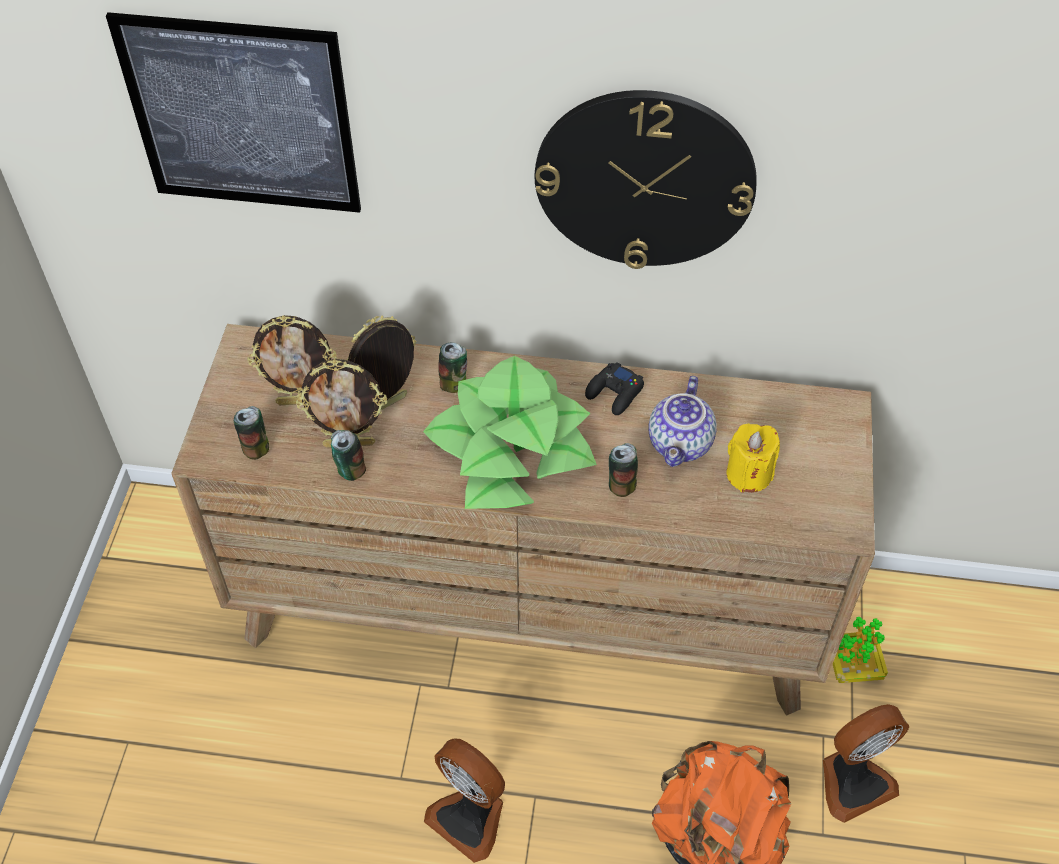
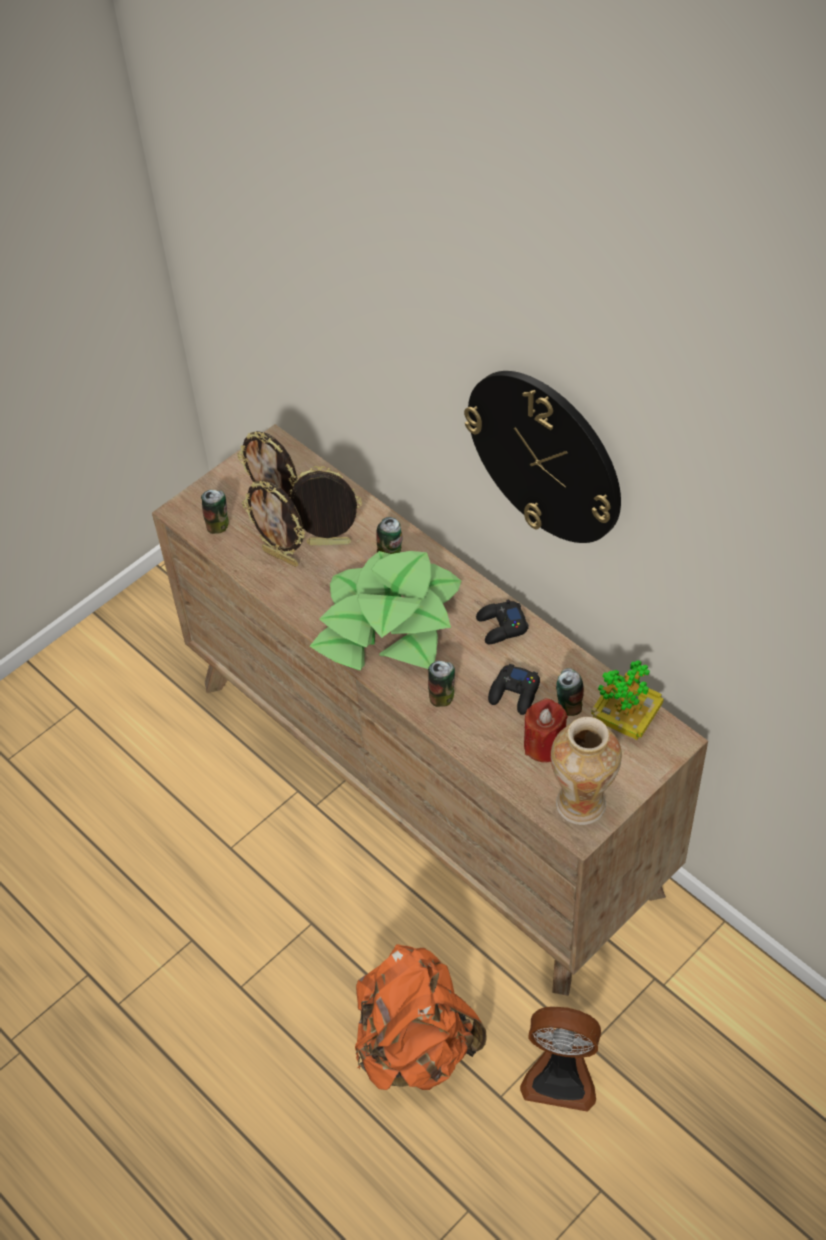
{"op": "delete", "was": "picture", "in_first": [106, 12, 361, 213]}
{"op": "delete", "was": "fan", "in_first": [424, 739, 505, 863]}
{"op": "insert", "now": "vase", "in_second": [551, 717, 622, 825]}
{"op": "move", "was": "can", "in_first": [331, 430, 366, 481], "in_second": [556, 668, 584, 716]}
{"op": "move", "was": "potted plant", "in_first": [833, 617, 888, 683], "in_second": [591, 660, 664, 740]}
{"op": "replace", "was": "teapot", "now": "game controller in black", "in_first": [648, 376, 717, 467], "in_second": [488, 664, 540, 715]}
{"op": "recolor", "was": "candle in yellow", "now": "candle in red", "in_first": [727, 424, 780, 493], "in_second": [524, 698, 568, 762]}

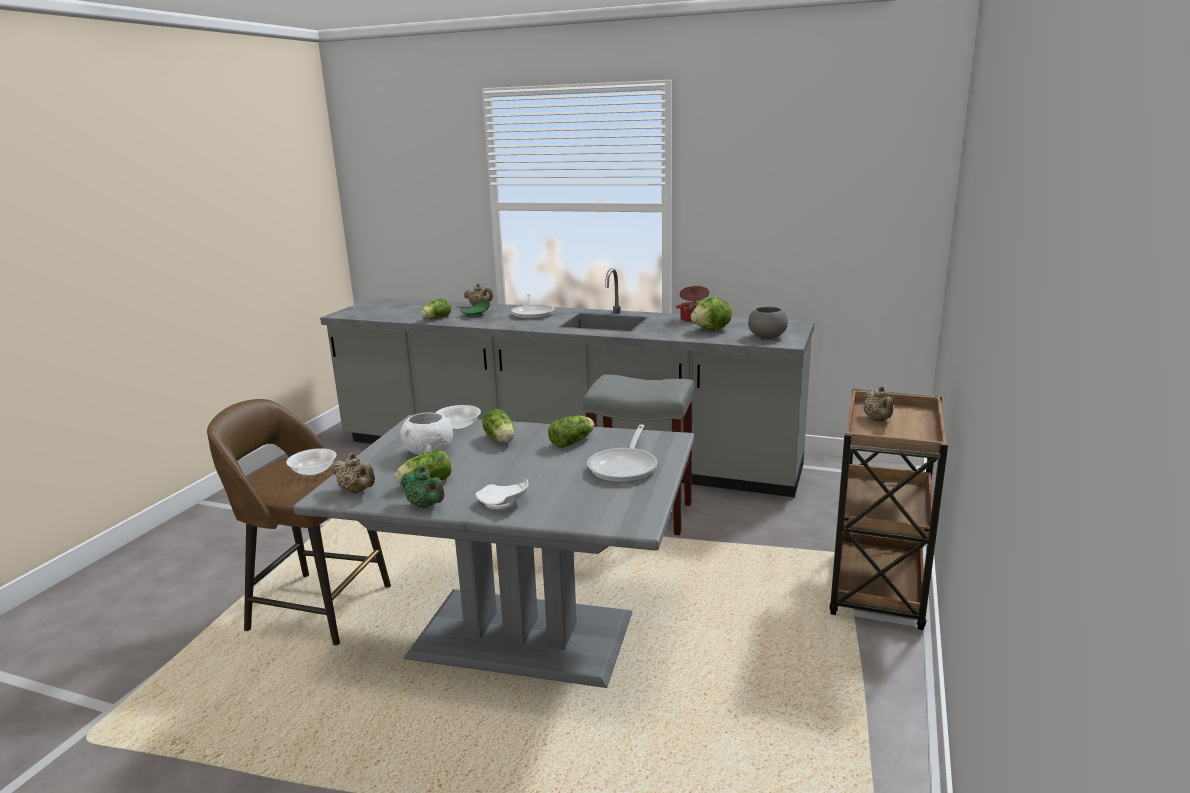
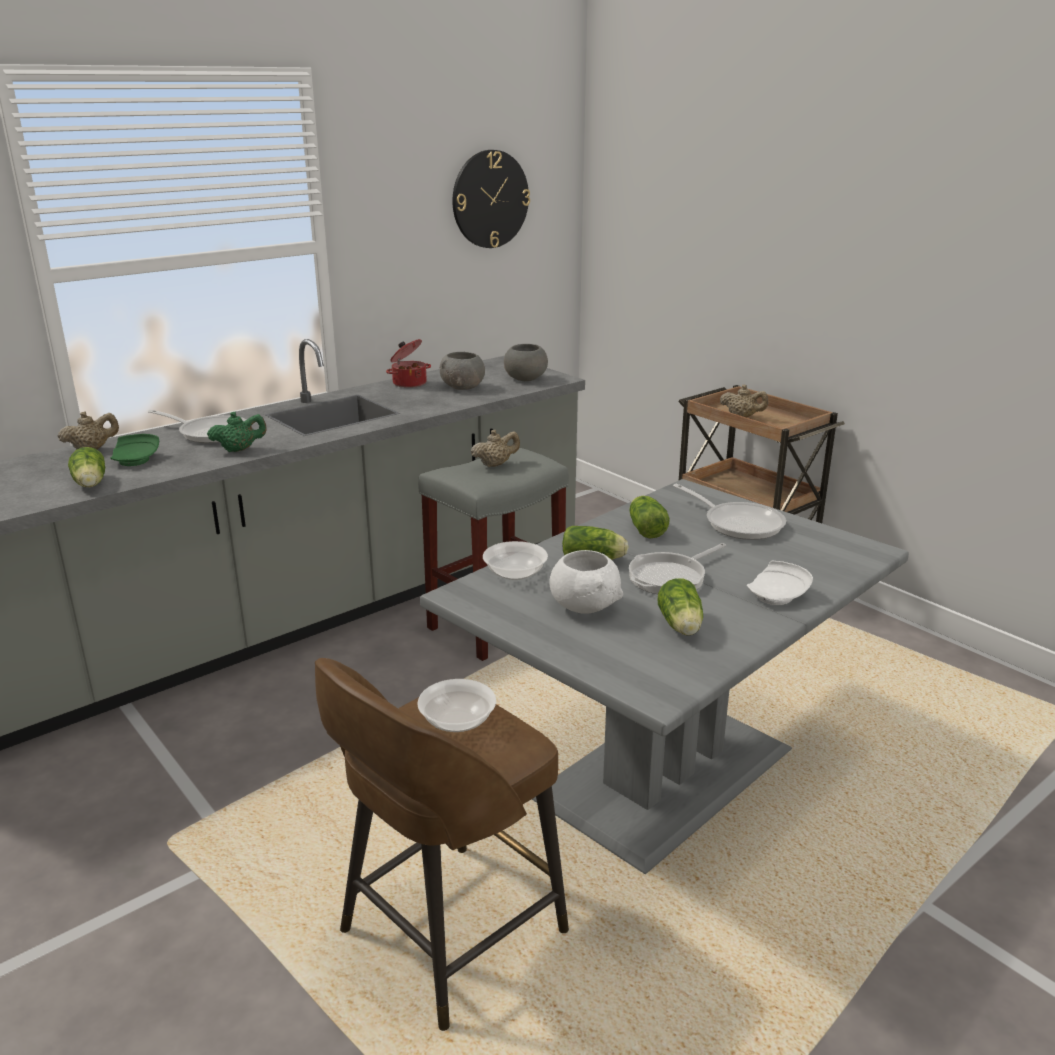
{"op": "insert", "now": "wall clock", "in_second": [452, 150, 530, 248]}
{"op": "insert", "now": "frying pan", "in_second": [629, 543, 726, 594]}
{"op": "move", "was": "teapot in beige", "in_first": [332, 453, 375, 493], "in_second": [471, 430, 520, 467]}
{"op": "move", "was": "teapot in green", "in_first": [401, 466, 445, 508], "in_second": [207, 412, 267, 452]}
{"op": "replace", "was": "lettuce", "now": "bowl in grey", "in_first": [691, 297, 732, 330], "in_second": [440, 352, 485, 390]}

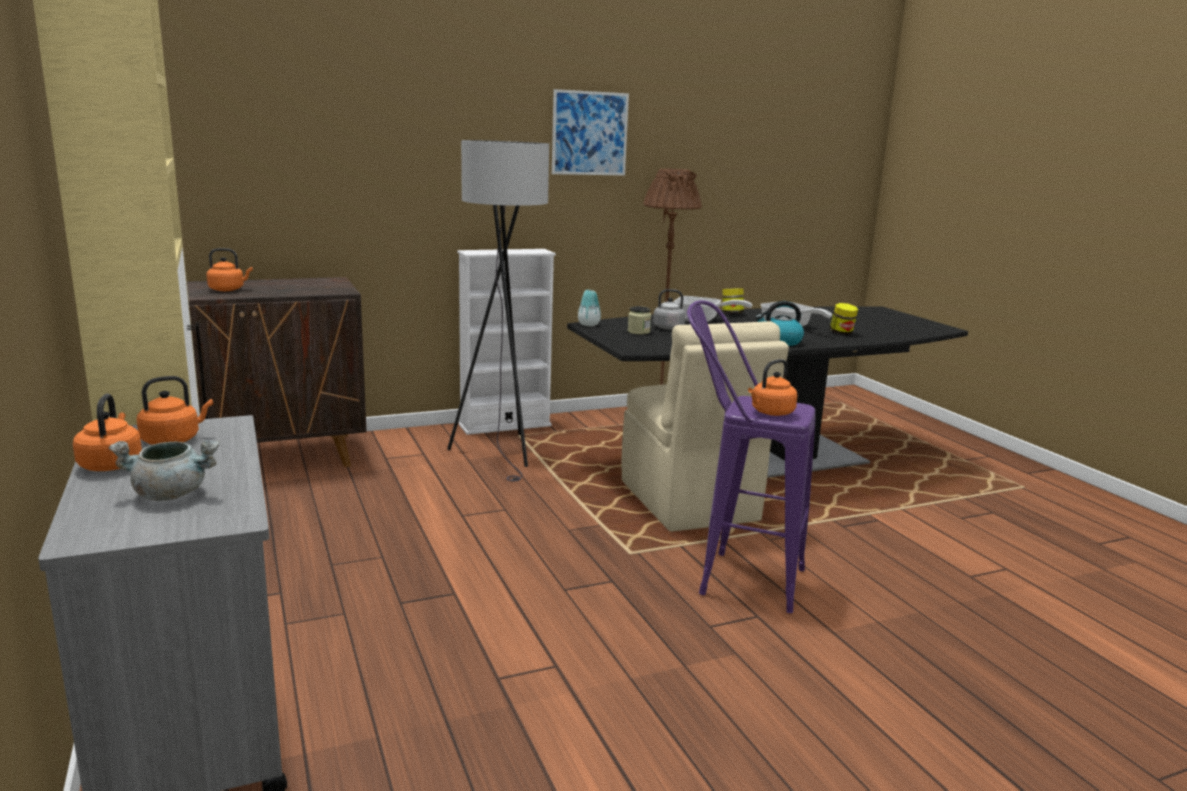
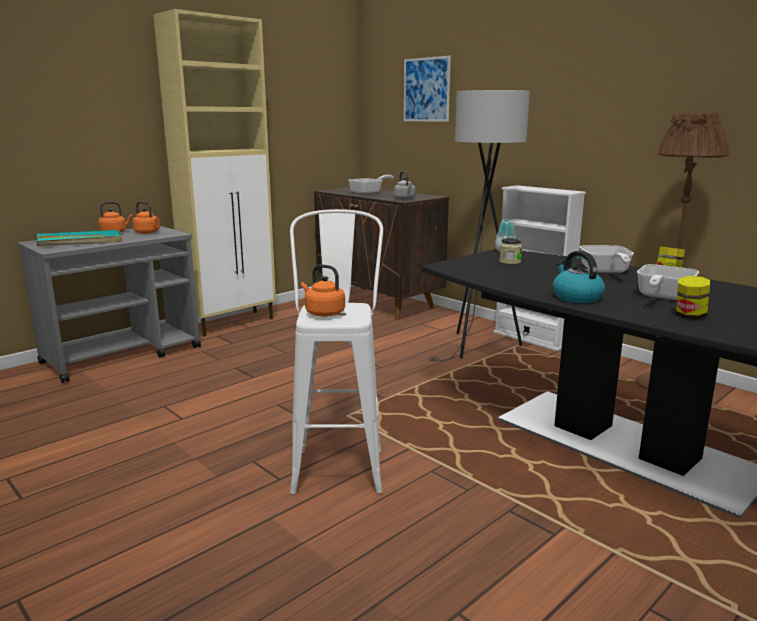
{"op": "delete", "was": "chair in beige", "in_first": [622, 321, 789, 532]}
{"op": "move", "was": "picture", "in_first": [552, 89, 629, 176], "in_second": [404, 56, 451, 122]}
{"op": "move", "was": "kettle in grey", "in_first": [653, 289, 689, 330], "in_second": [394, 171, 416, 200]}
{"op": "replace", "was": "cooking pot in grey", "now": "tray in turquoise", "in_first": [109, 440, 220, 501], "in_second": [36, 230, 122, 247]}
{"op": "replace", "was": "kettle in orange", "now": "frying pan", "in_first": [206, 248, 253, 291], "in_second": [348, 175, 394, 194]}
{"op": "recolor", "was": "stool in purple", "now": "stool in white", "in_first": [687, 300, 815, 613], "in_second": [290, 209, 383, 494]}

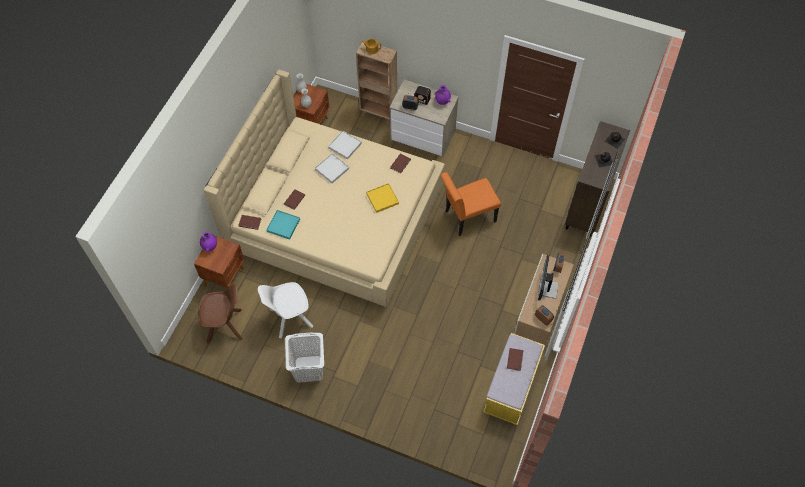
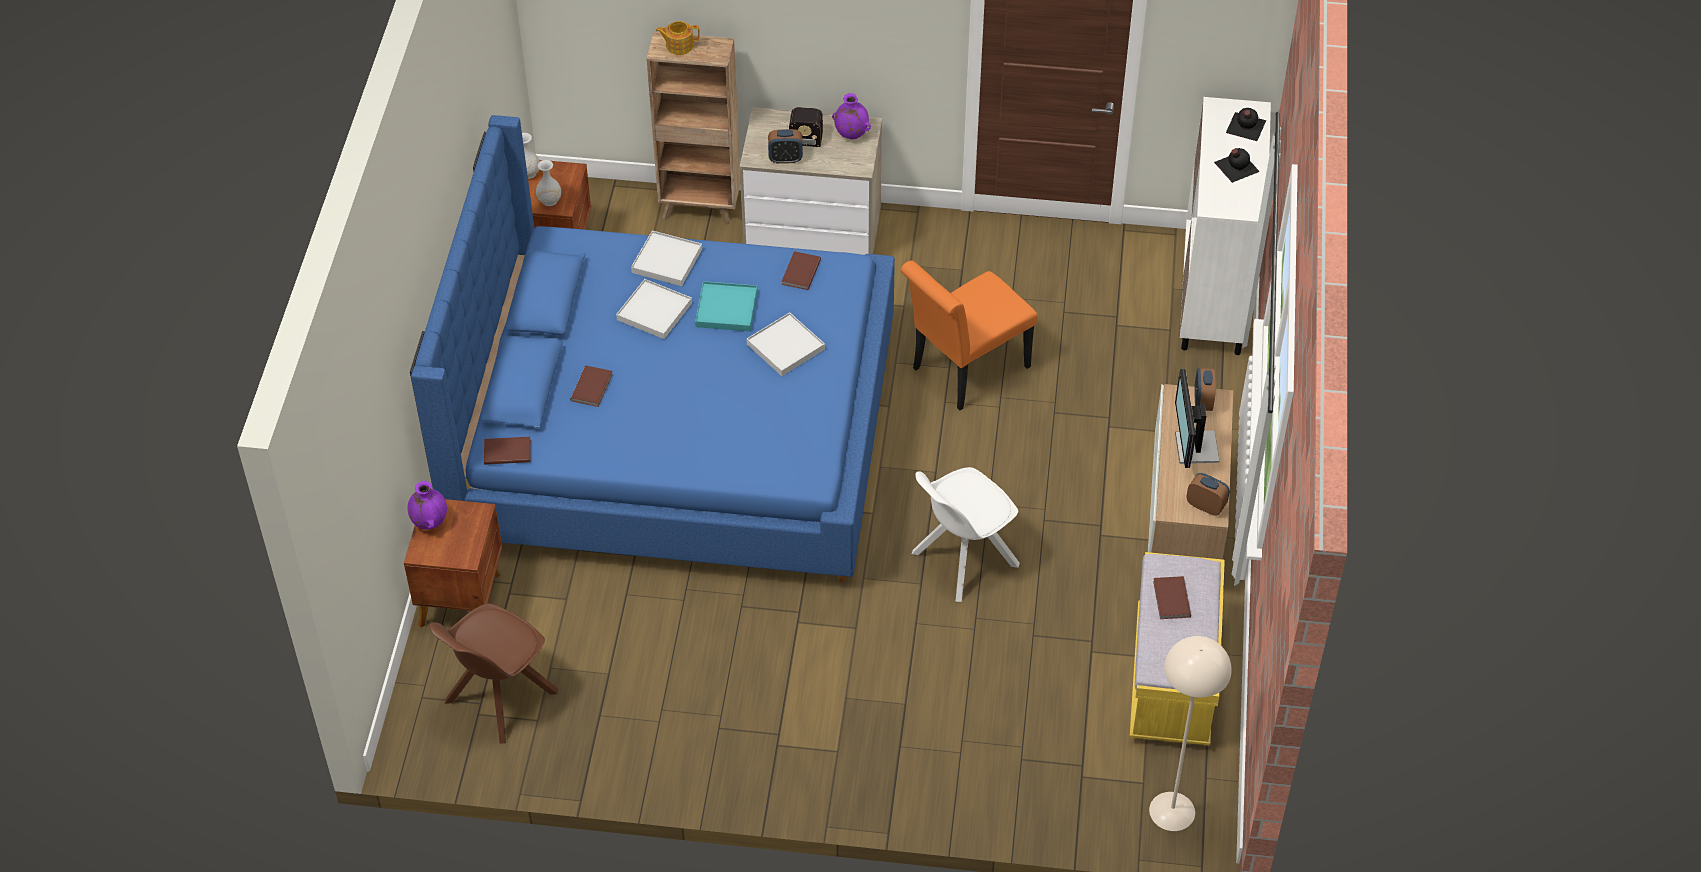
{"op": "delete", "was": "laundry basket in white", "in_first": [285, 333, 324, 383]}
{"op": "insert", "now": "floor lamp in beige", "in_second": [1149, 636, 1232, 831]}
{"op": "move", "was": "chair in white", "in_first": [258, 282, 313, 338], "in_second": [912, 467, 1020, 602]}
{"op": "move", "was": "tray in turquoise", "in_first": [266, 210, 300, 240], "in_second": [695, 281, 757, 331]}
{"op": "recolor", "was": "bed in beige", "now": "bed in blue", "in_first": [204, 69, 445, 307], "in_second": [410, 115, 895, 582]}
{"op": "recolor", "was": "tray in yellow", "now": "tray in white", "in_first": [366, 183, 399, 213], "in_second": [747, 312, 825, 376]}
{"op": "recolor", "was": "cabinet in brown", "now": "cabinet in white", "in_first": [565, 121, 630, 237], "in_second": [1180, 97, 1271, 355]}
{"op": "rotate", "was": "chair in brown", "in_first": [198, 284, 242, 344], "in_second": [430, 603, 558, 744], "clockwise": 150}

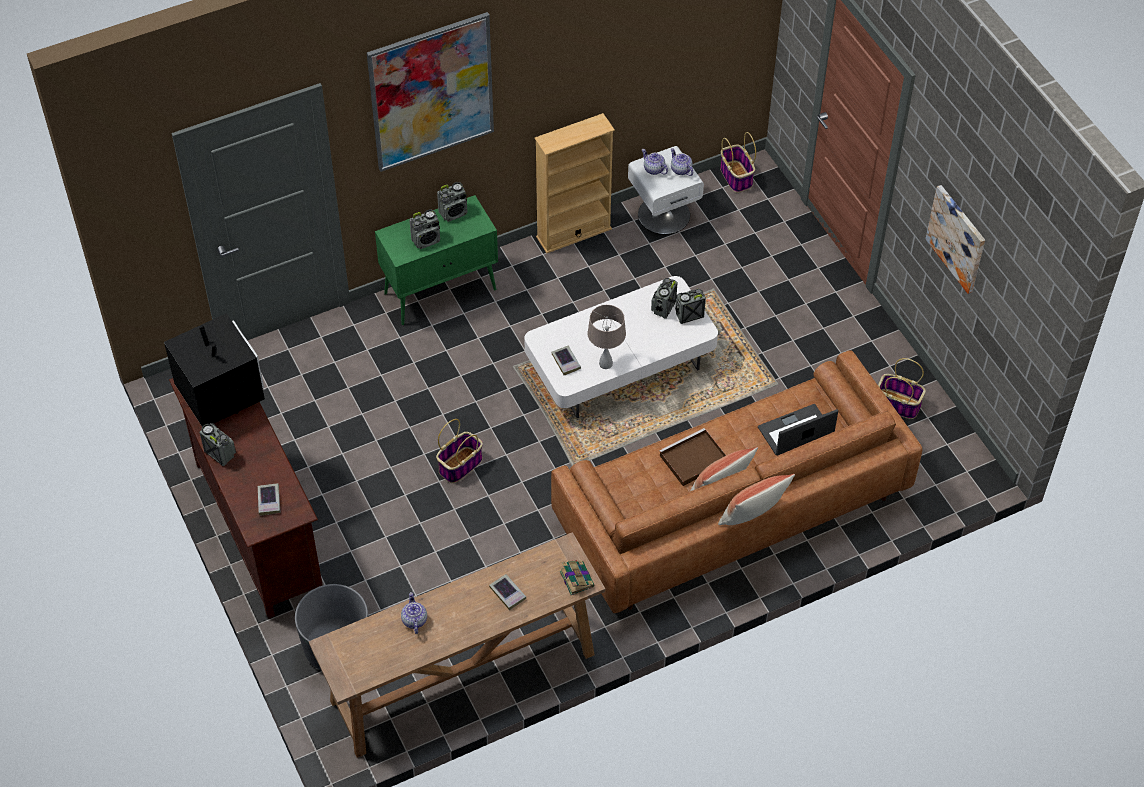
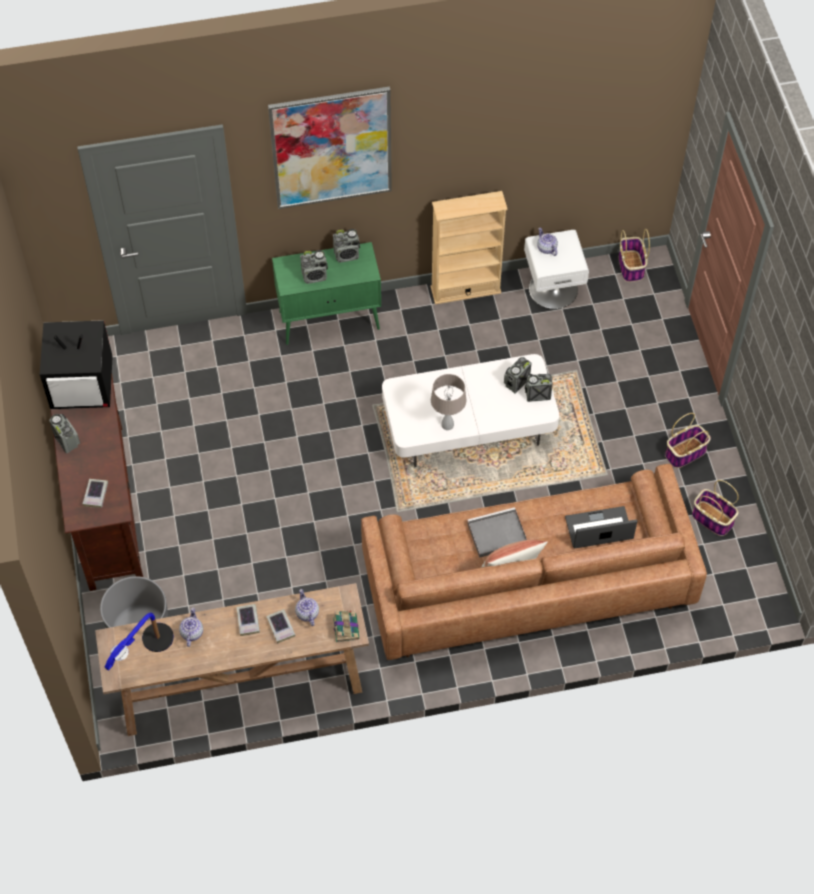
{"op": "delete", "was": "pillow", "in_first": [718, 474, 795, 525]}
{"op": "delete", "was": "picture", "in_first": [925, 185, 985, 294]}
{"op": "insert", "now": "table lamp", "in_second": [105, 613, 174, 670]}
{"op": "move", "was": "basket", "in_first": [436, 419, 483, 483], "in_second": [665, 413, 711, 468]}
{"op": "move", "was": "book", "in_first": [551, 346, 581, 375], "in_second": [236, 604, 260, 636]}
{"op": "move", "was": "teapot", "in_first": [671, 148, 693, 176], "in_second": [295, 589, 319, 626]}
{"op": "recolor", "was": "tray in brown", "now": "tray in grey", "in_first": [659, 428, 726, 486], "in_second": [467, 507, 527, 558]}
{"op": "rotate", "was": "television", "in_first": [164, 313, 265, 427], "in_second": [40, 320, 113, 409], "clockwise": 105}

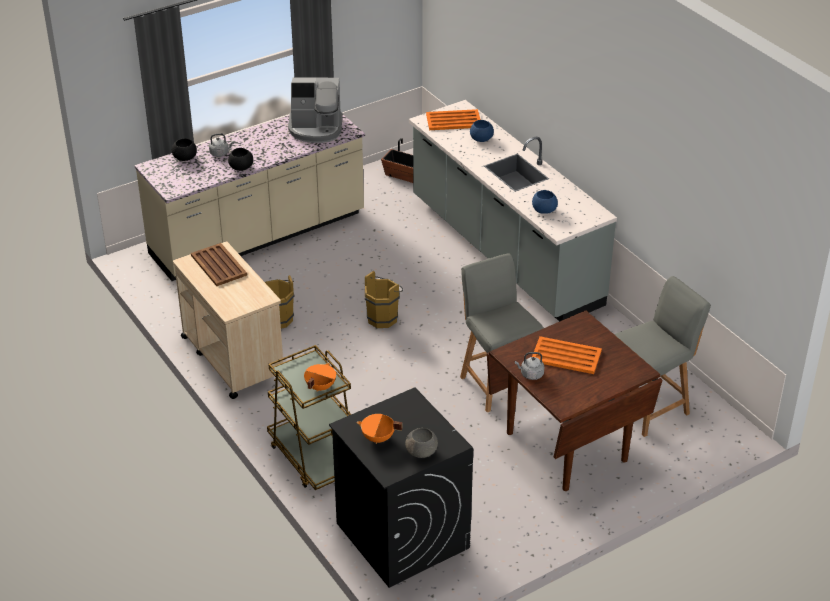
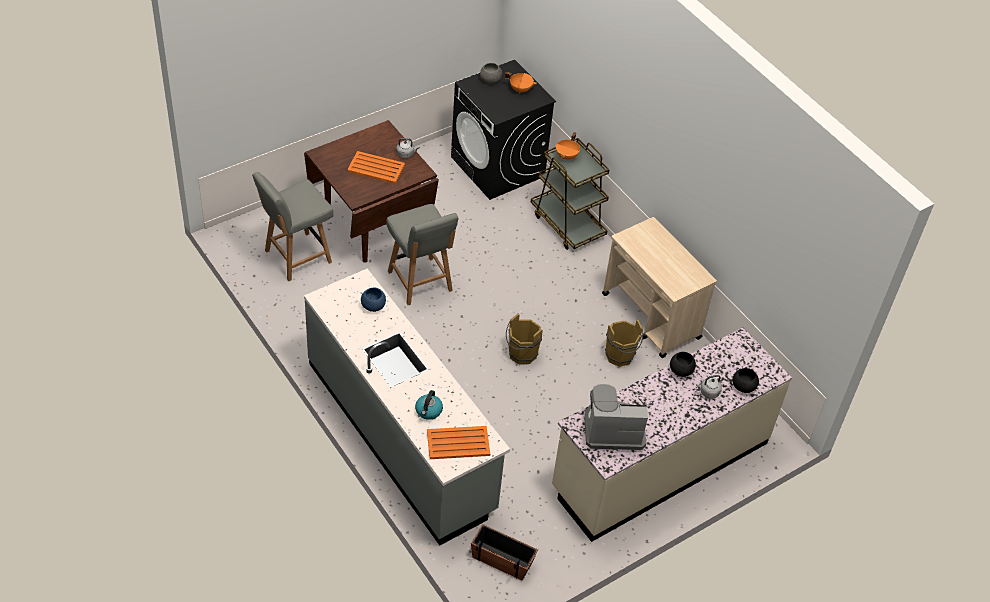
{"op": "delete", "was": "tray in brown", "in_first": [191, 243, 247, 286]}
{"op": "replace", "was": "bowl in blue", "now": "kettle", "in_first": [470, 120, 494, 142], "in_second": [415, 390, 443, 420]}

